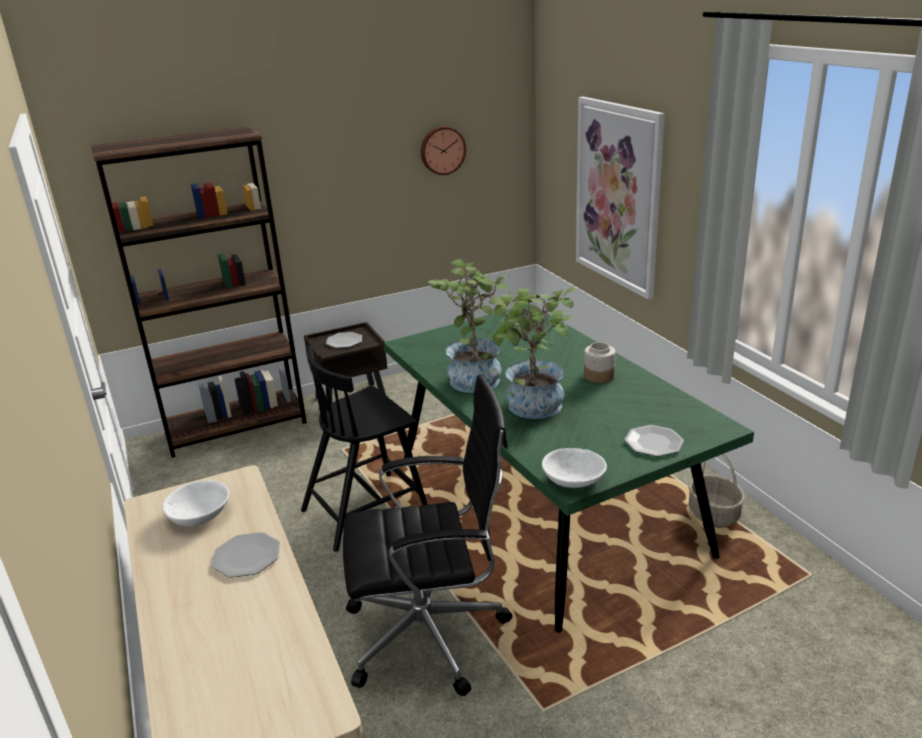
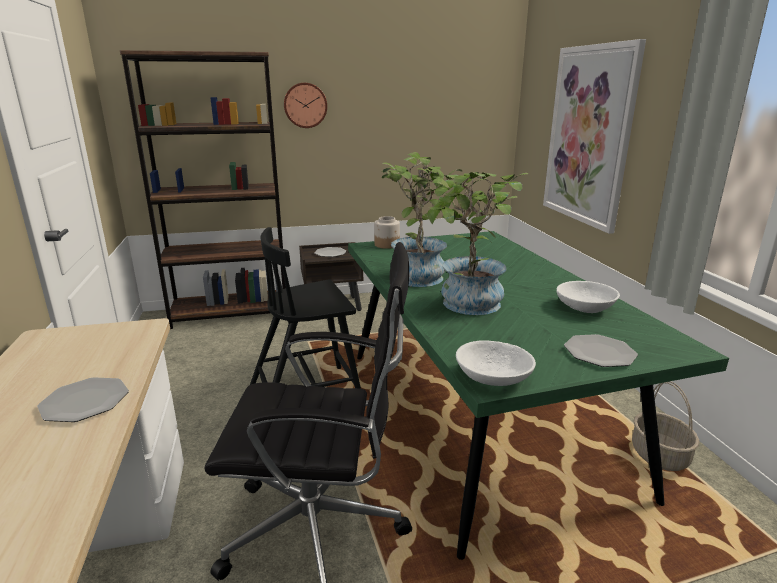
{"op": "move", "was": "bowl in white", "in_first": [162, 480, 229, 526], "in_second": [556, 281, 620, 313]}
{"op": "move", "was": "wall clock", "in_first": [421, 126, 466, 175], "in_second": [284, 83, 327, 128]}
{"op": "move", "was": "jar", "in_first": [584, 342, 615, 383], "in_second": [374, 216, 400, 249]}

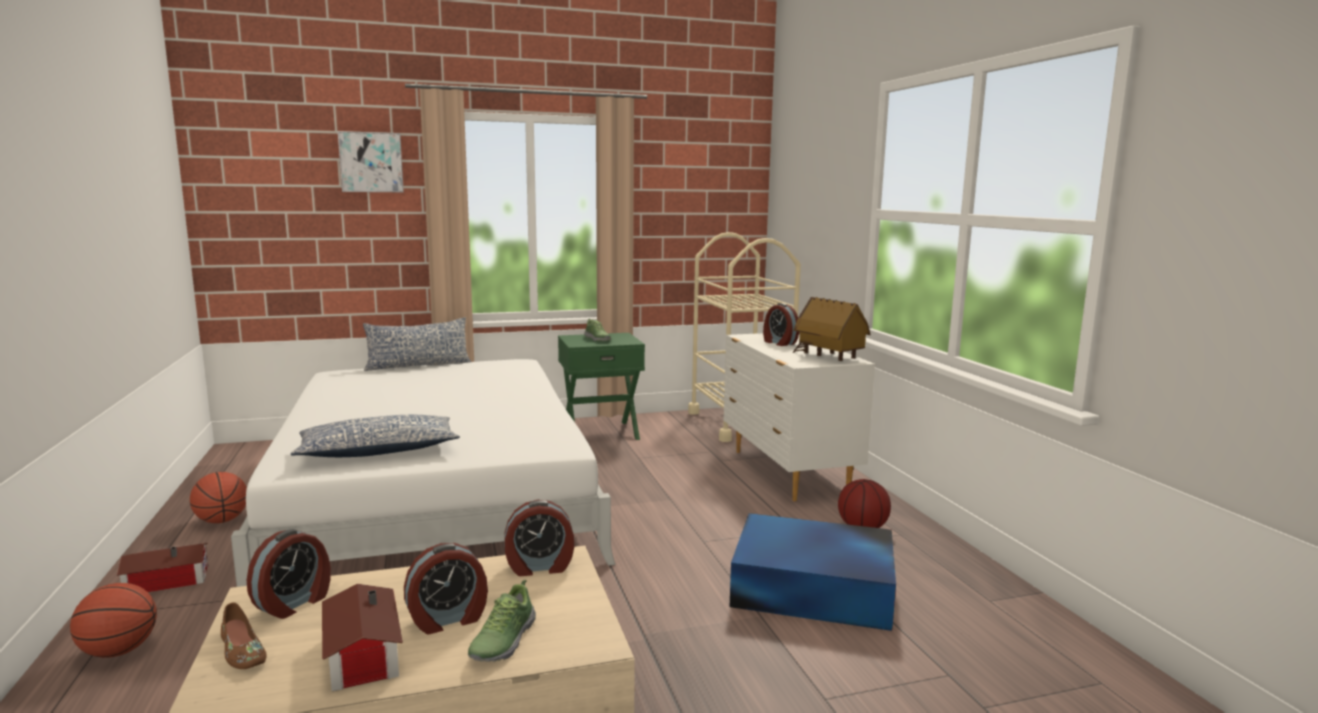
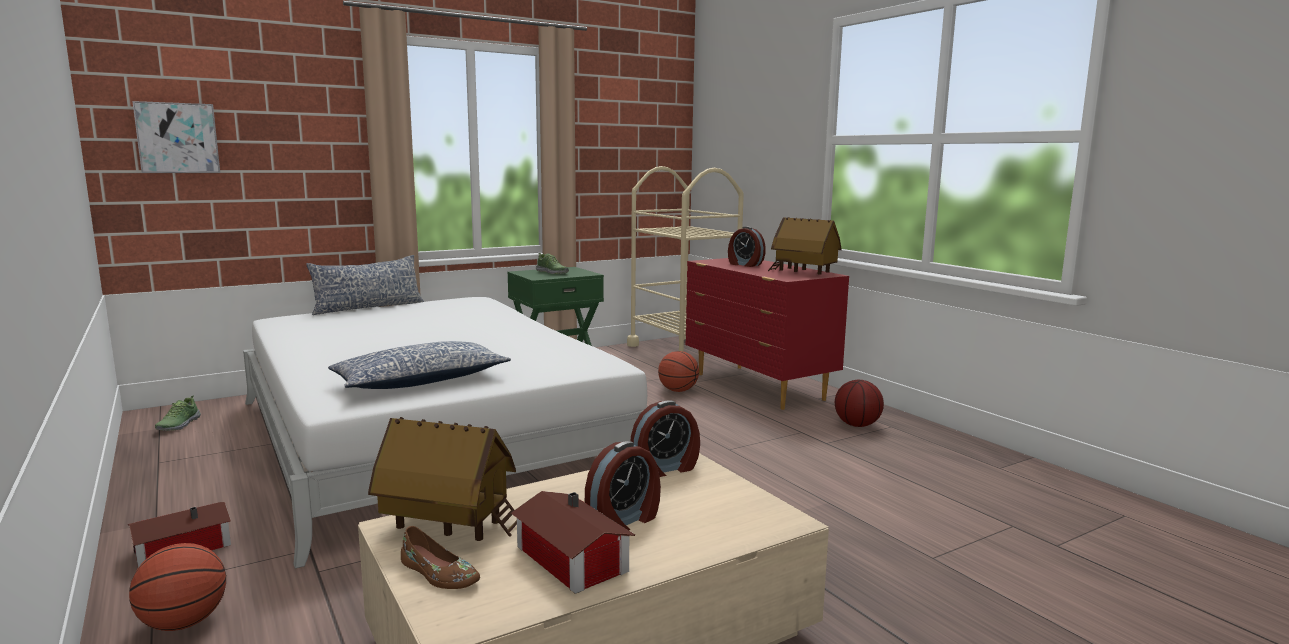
{"op": "delete", "was": "storage box in blue", "in_first": [730, 513, 896, 631]}
{"op": "move", "was": "basketball", "in_first": [190, 472, 247, 523], "in_second": [658, 351, 699, 392]}
{"op": "move", "was": "picture", "in_first": [338, 131, 404, 192], "in_second": [132, 101, 220, 173]}
{"op": "move", "was": "shoe", "in_first": [468, 580, 536, 662], "in_second": [155, 395, 201, 431]}
{"op": "replace", "was": "alarm clock", "now": "toy house", "in_first": [247, 529, 331, 619], "in_second": [368, 417, 517, 541]}
{"op": "recolor", "was": "dresser in white", "now": "dresser in red", "in_first": [723, 333, 875, 501], "in_second": [685, 258, 849, 410]}

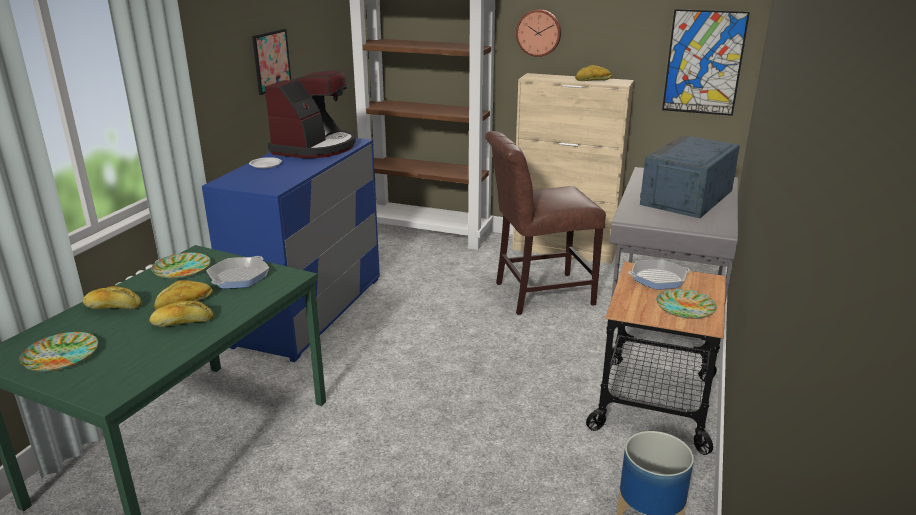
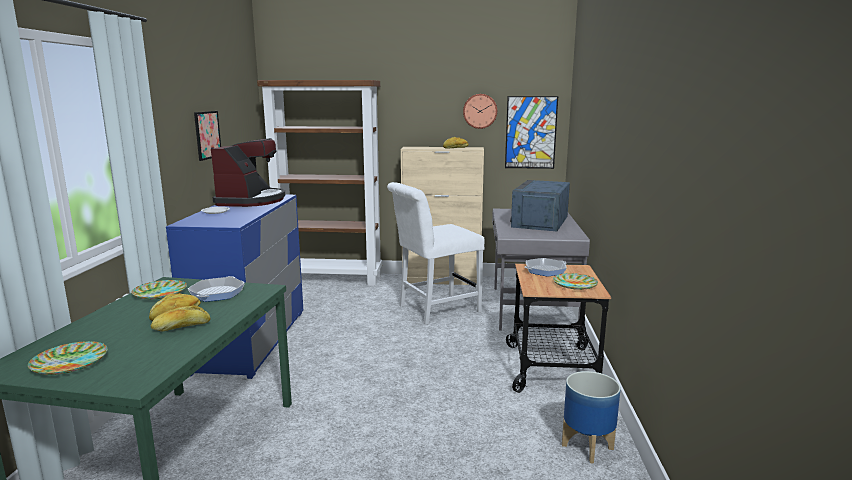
{"op": "delete", "was": "bread", "in_first": [83, 286, 142, 309]}
{"op": "move", "was": "wall clock", "in_first": [516, 9, 561, 57], "in_second": [463, 94, 497, 129]}
{"op": "recolor", "was": "chair in brown", "now": "chair in white", "in_first": [485, 131, 606, 315], "in_second": [387, 182, 485, 325]}

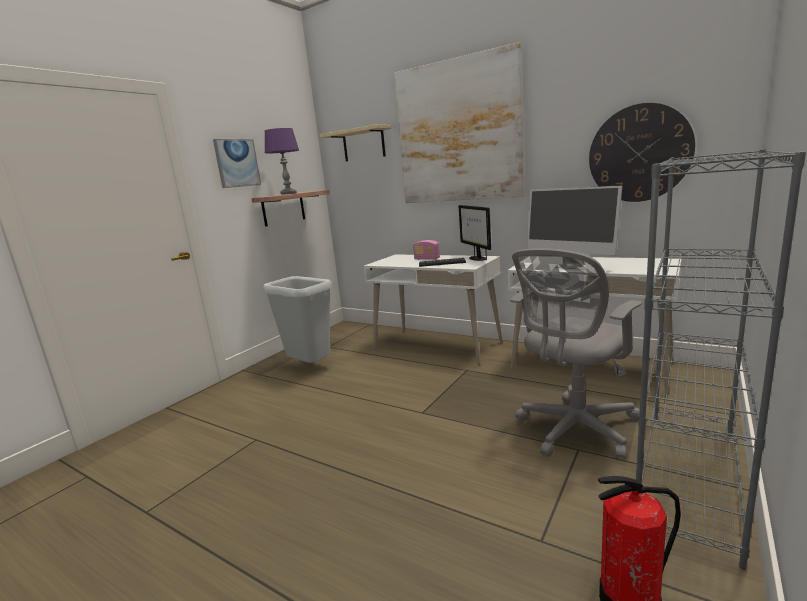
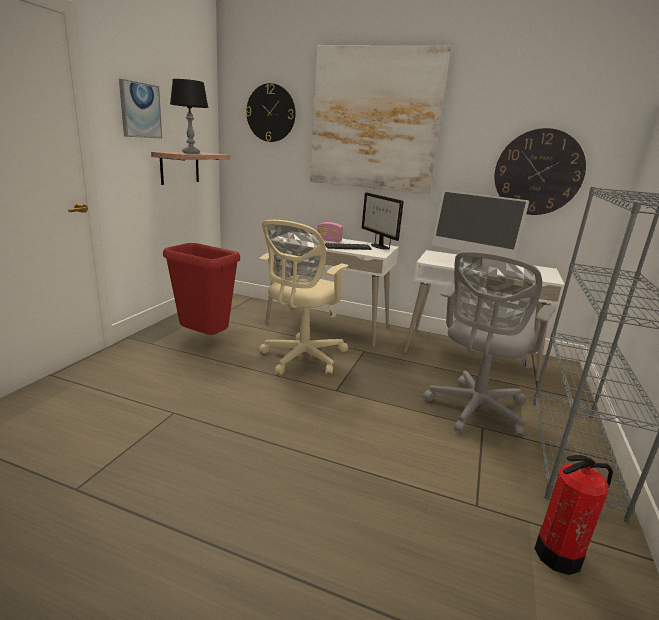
{"op": "insert", "now": "office chair in beige", "in_second": [259, 220, 348, 375]}
{"op": "replace", "was": "shelf in beige", "now": "wall clock", "in_first": [320, 124, 392, 161], "in_second": [246, 83, 296, 142]}
{"op": "recolor", "was": "trash can in grey", "now": "trash can in red", "in_first": [263, 276, 332, 363], "in_second": [163, 243, 240, 335]}
{"op": "recolor", "was": "table lamp in purple", "now": "table lamp in black", "in_first": [265, 128, 299, 195], "in_second": [170, 79, 208, 154]}

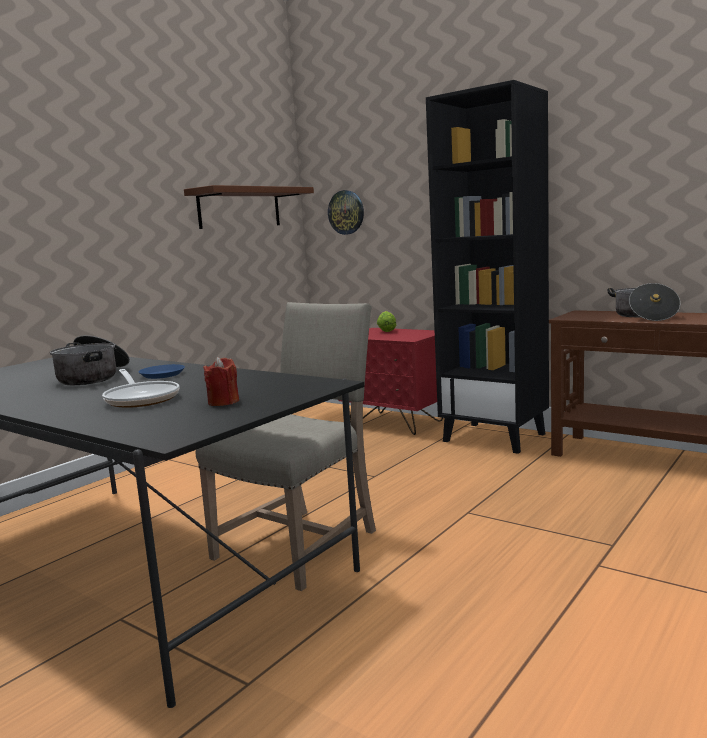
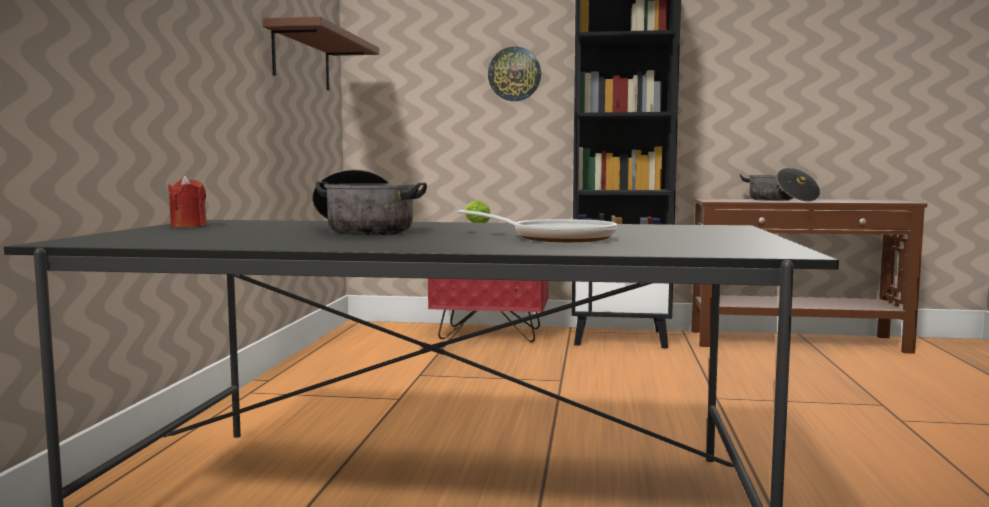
{"op": "delete", "was": "plate in blue", "in_first": [139, 364, 185, 379]}
{"op": "delete", "was": "chair in beige", "in_first": [196, 302, 376, 591]}
{"op": "move", "was": "candle in red", "in_first": [203, 357, 239, 406], "in_second": [168, 176, 207, 227]}
{"op": "move", "was": "wall clock", "in_first": [328, 190, 364, 235], "in_second": [488, 47, 541, 101]}

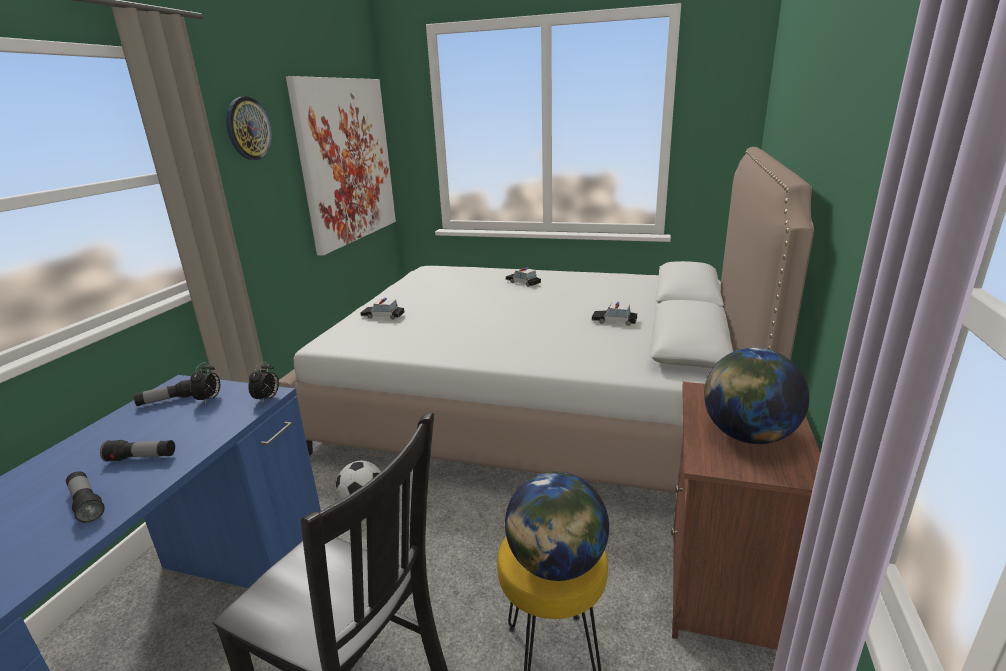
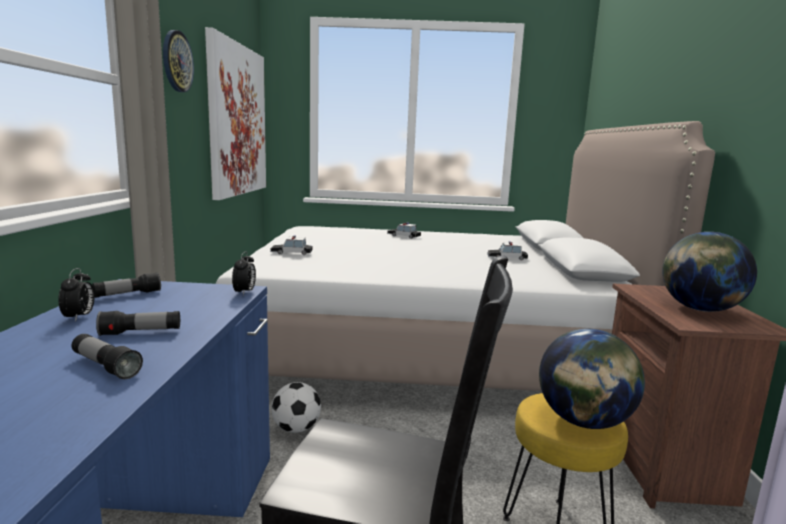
{"op": "move", "was": "alarm clock", "in_first": [190, 362, 220, 404], "in_second": [58, 268, 94, 322]}

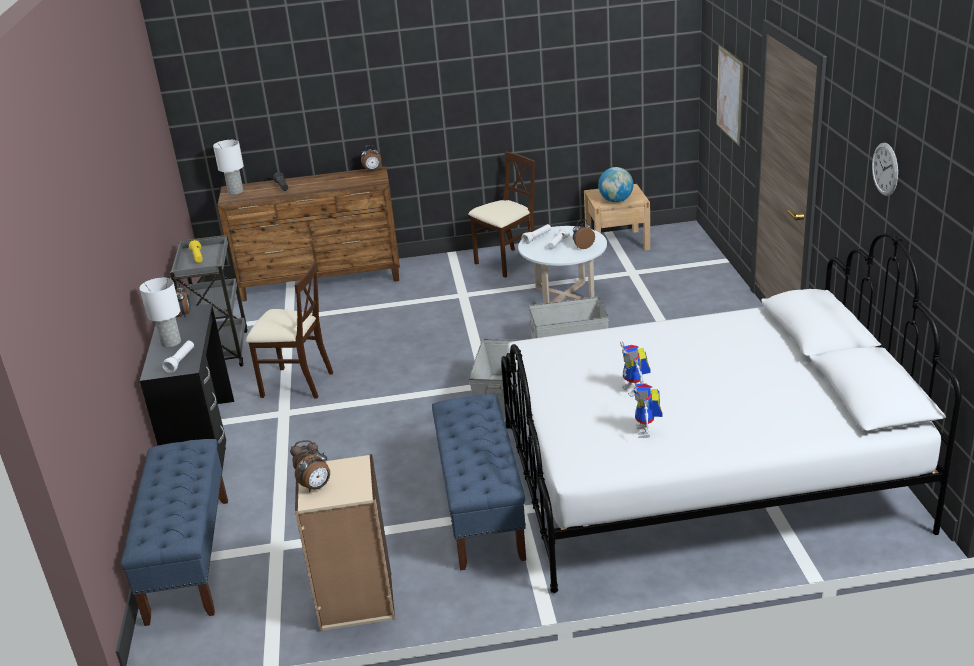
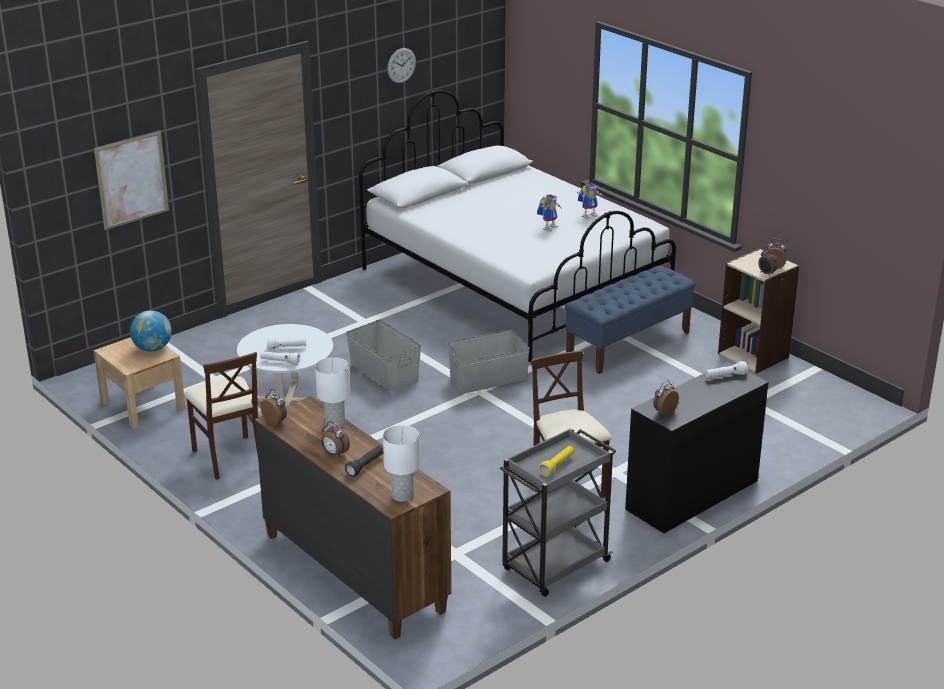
{"op": "delete", "was": "bench in blue", "in_first": [121, 439, 228, 626]}
{"op": "move", "was": "table lamp in white", "in_first": [140, 278, 181, 348], "in_second": [315, 357, 350, 428]}
{"op": "move", "was": "alarm clock", "in_first": [573, 219, 595, 249], "in_second": [321, 421, 350, 457]}
{"op": "rotate", "was": "chair in beige", "in_first": [468, 151, 535, 278], "in_second": [184, 352, 258, 480], "clockwise": -135}

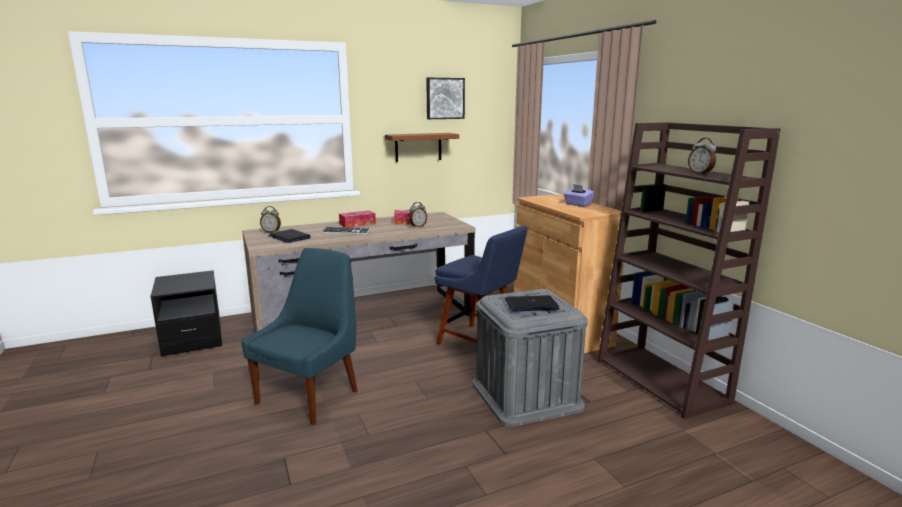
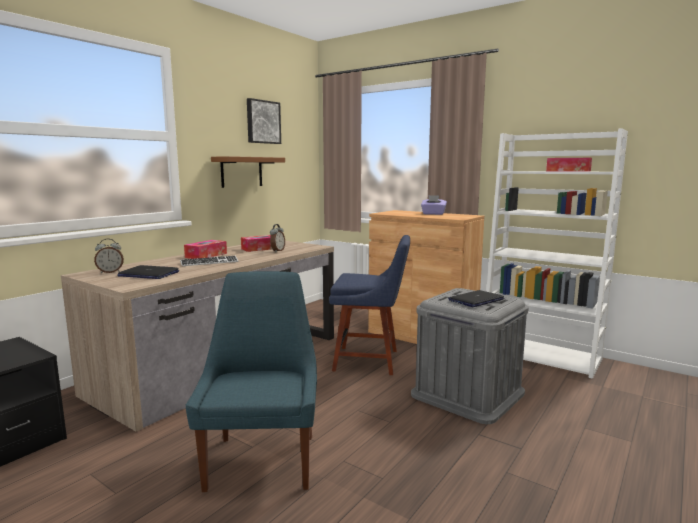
{"op": "replace", "was": "alarm clock", "now": "tissue box", "in_first": [688, 138, 716, 175], "in_second": [546, 158, 592, 172]}
{"op": "recolor", "was": "bookcase in brown", "now": "bookcase in white", "in_first": [597, 122, 781, 419], "in_second": [486, 128, 628, 379]}

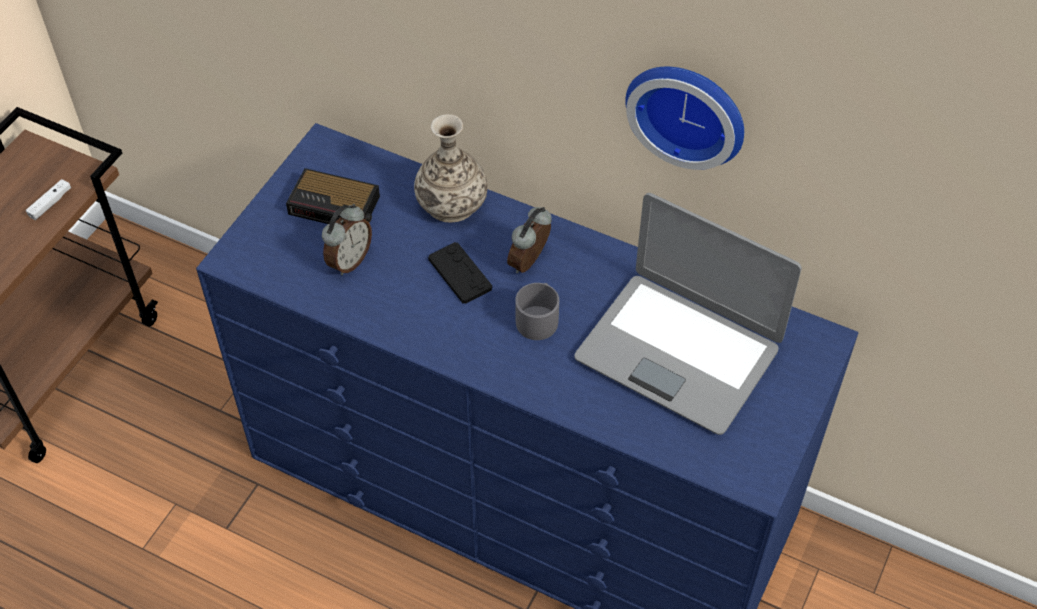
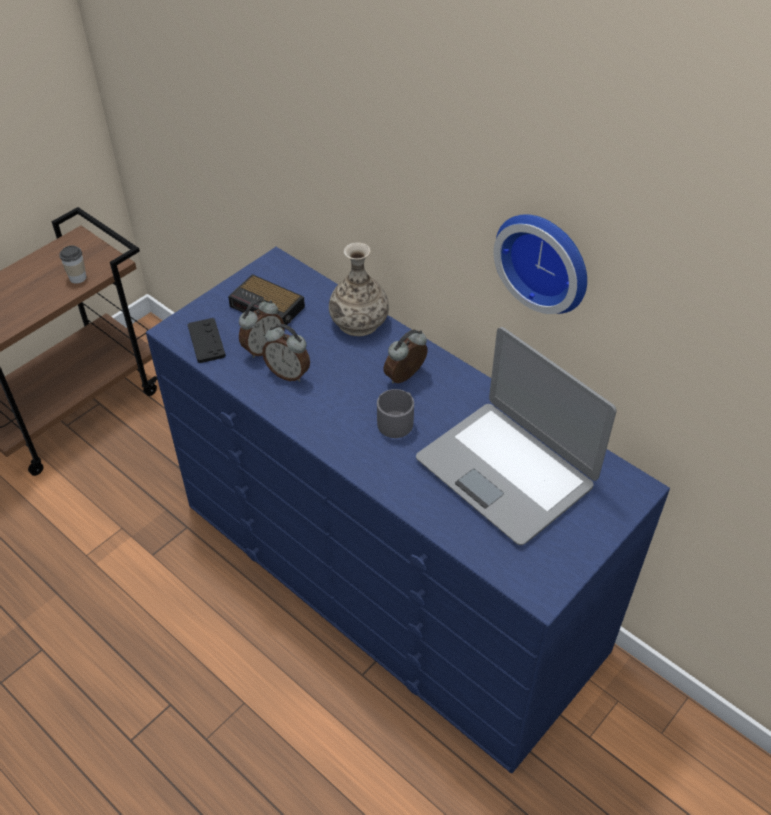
{"op": "insert", "now": "alarm clock", "in_second": [262, 324, 310, 382]}
{"op": "move", "was": "game controller in black", "in_first": [428, 242, 492, 304], "in_second": [187, 318, 226, 363]}
{"op": "replace", "was": "game controller in white", "now": "cup", "in_first": [26, 179, 71, 220], "in_second": [59, 245, 86, 284]}

